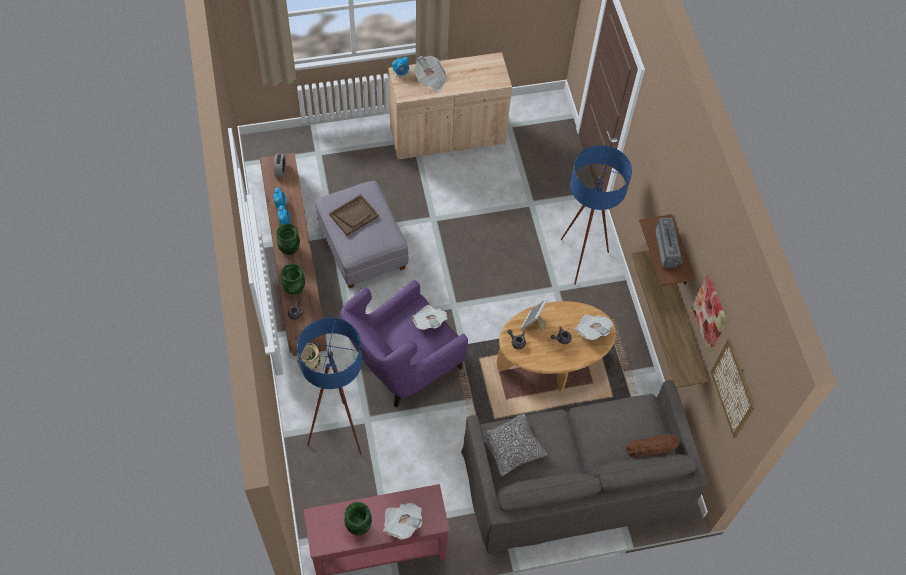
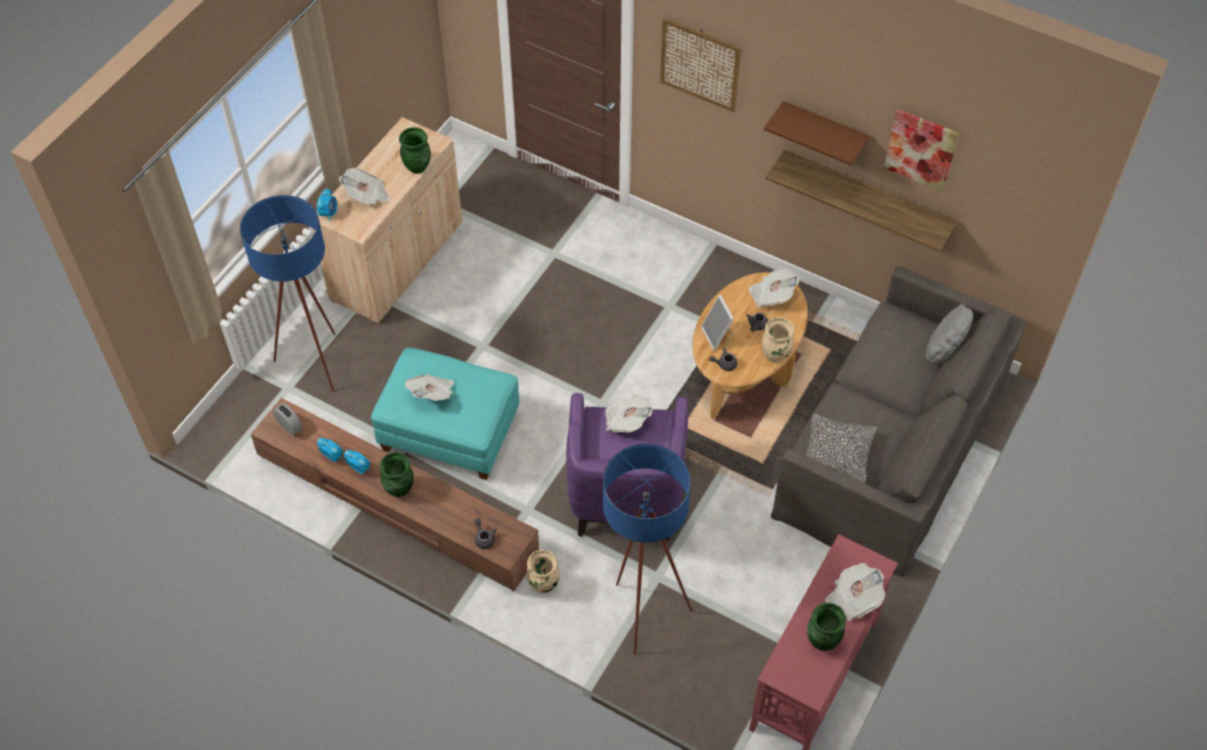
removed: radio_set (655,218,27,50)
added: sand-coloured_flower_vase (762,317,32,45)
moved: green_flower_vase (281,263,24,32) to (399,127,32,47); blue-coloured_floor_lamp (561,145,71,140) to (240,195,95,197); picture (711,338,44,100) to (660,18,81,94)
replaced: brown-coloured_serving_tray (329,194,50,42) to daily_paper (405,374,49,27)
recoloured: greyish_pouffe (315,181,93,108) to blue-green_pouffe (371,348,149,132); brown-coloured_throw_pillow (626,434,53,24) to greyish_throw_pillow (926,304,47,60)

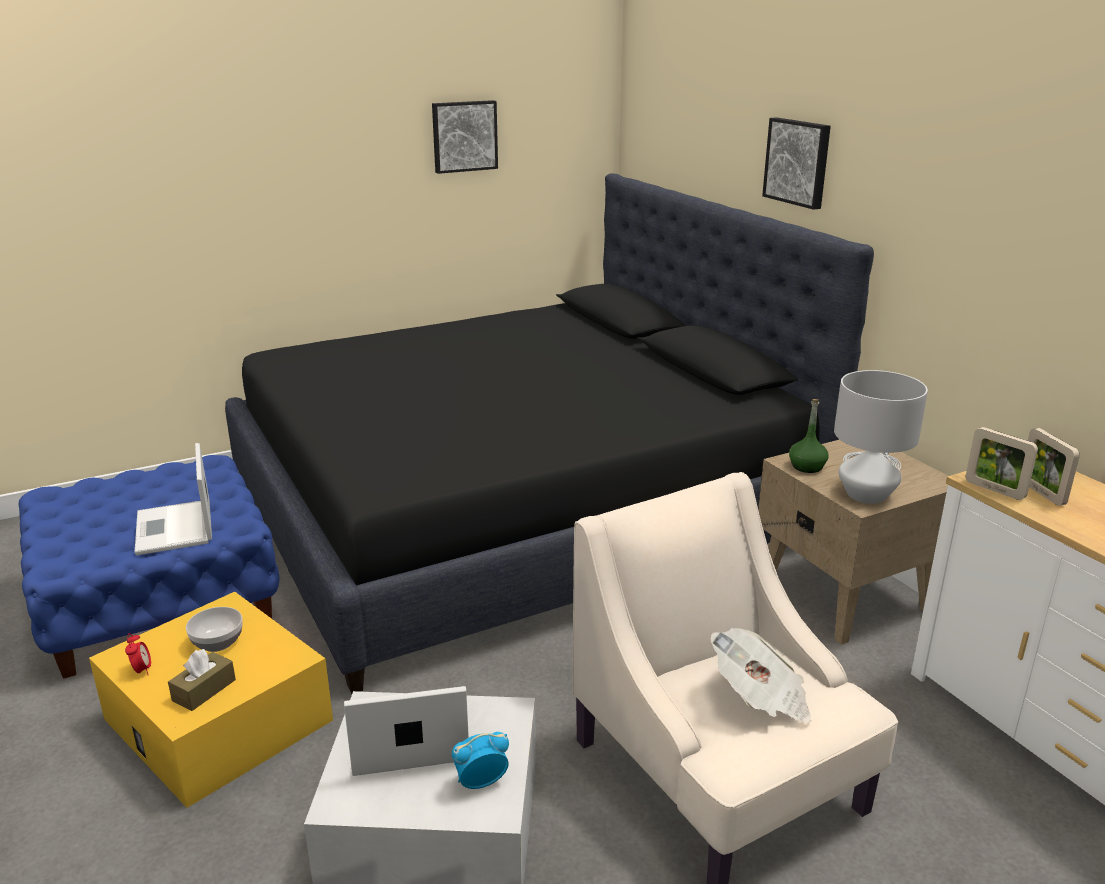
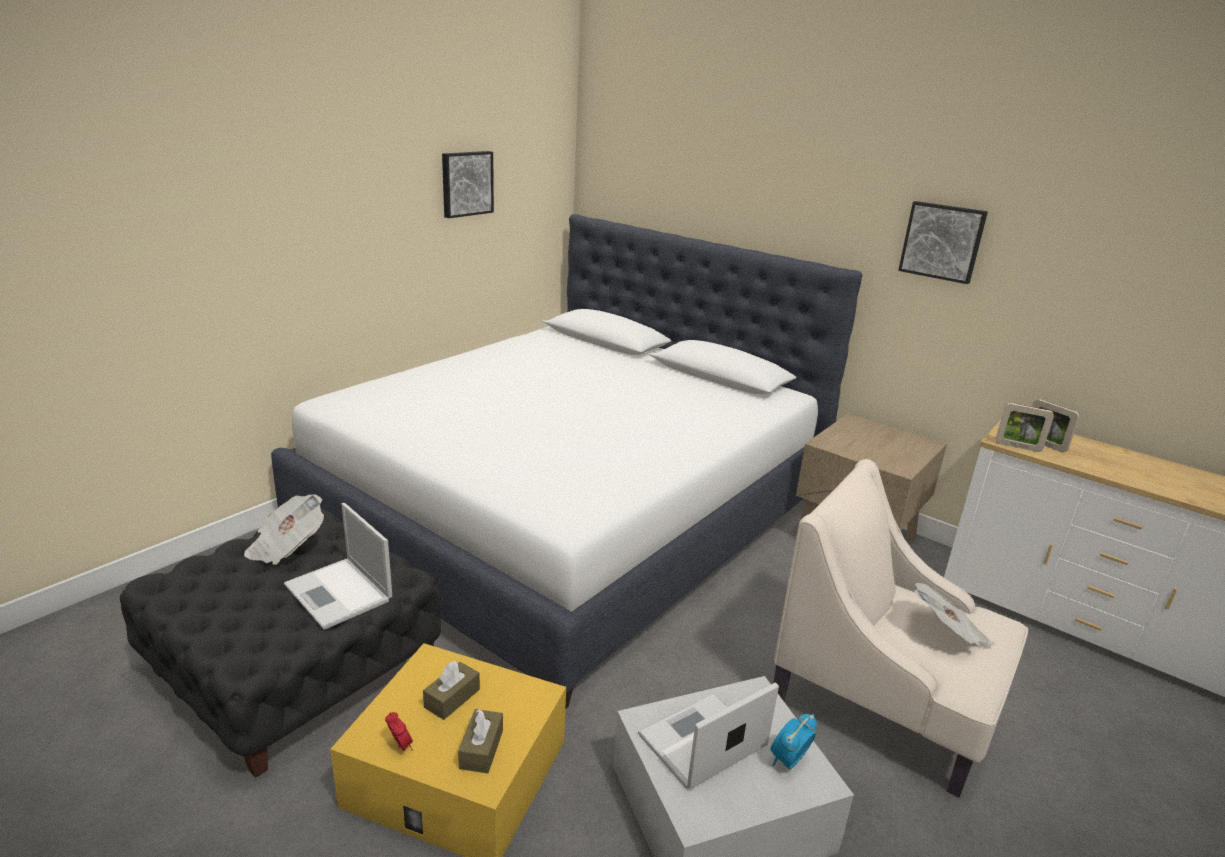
removed: green_beverage_bottle (789,399,40,74); white-coloured_tabletop_lamp (834,370,94,134)
added: daily_paper (244,494,80,71)
moved: picture (762,117,69,93) to (898,201,90,83)
replaced: serving_bowl (186,607,57,45) to brown-coloured_tissue_box (423,661,57,59)
recoloured: blue-coloured_pouffe (19,455,260,224) to black-coloured_pouffe (120,509,322,269); black-coloured_bed (225,173,649,521) to white-coloured_bed (271,214,592,495)

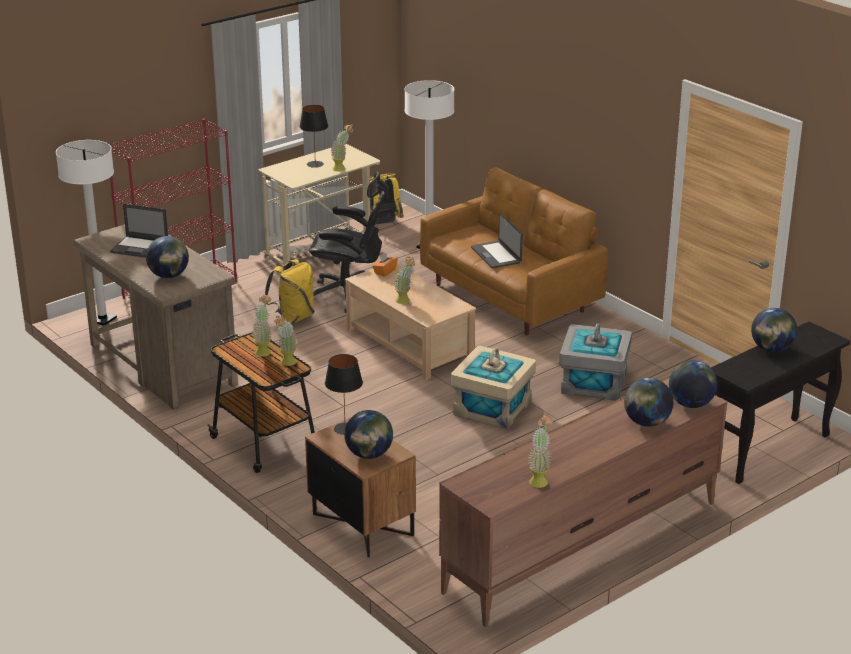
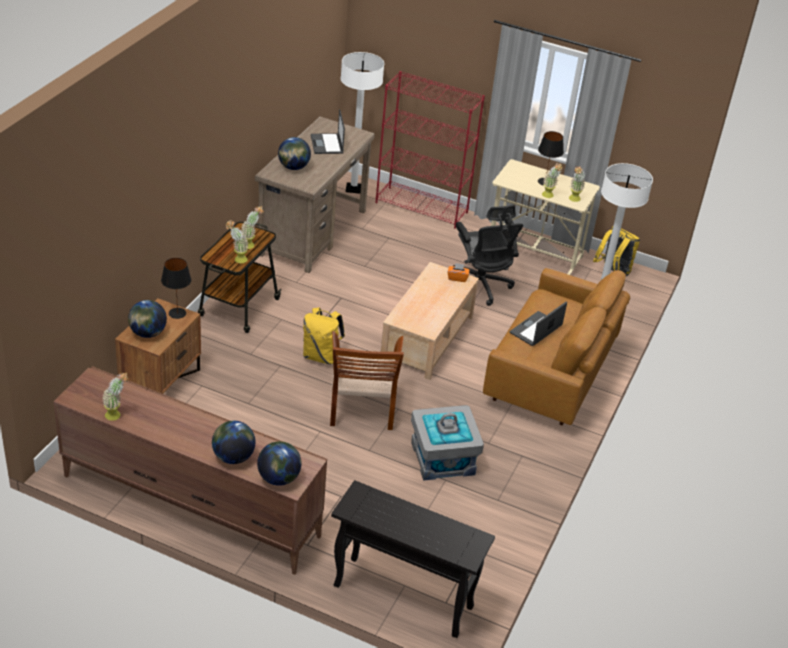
removed: world_globe (751,308,46,44)
moved: yellow_backpack (265,260,50,64) to (303,308,42,56); houseplant (393,257,22,47) to (569,166,16,36)
replaced: sand-coloured_storage_container (451,346,85,83) to brown-coloured_lounge_chair (330,331,74,99)

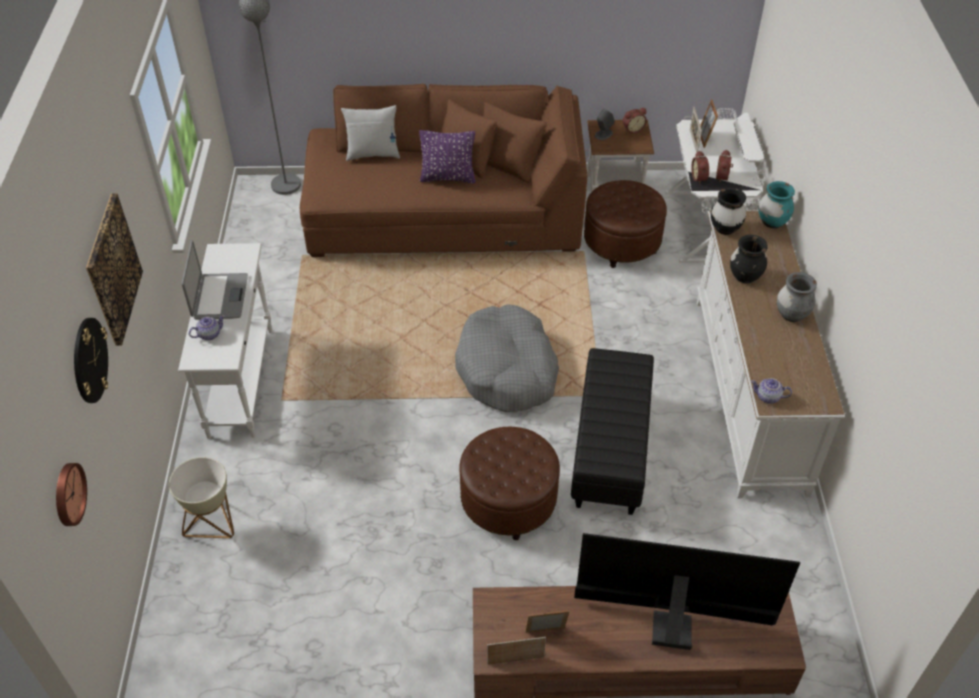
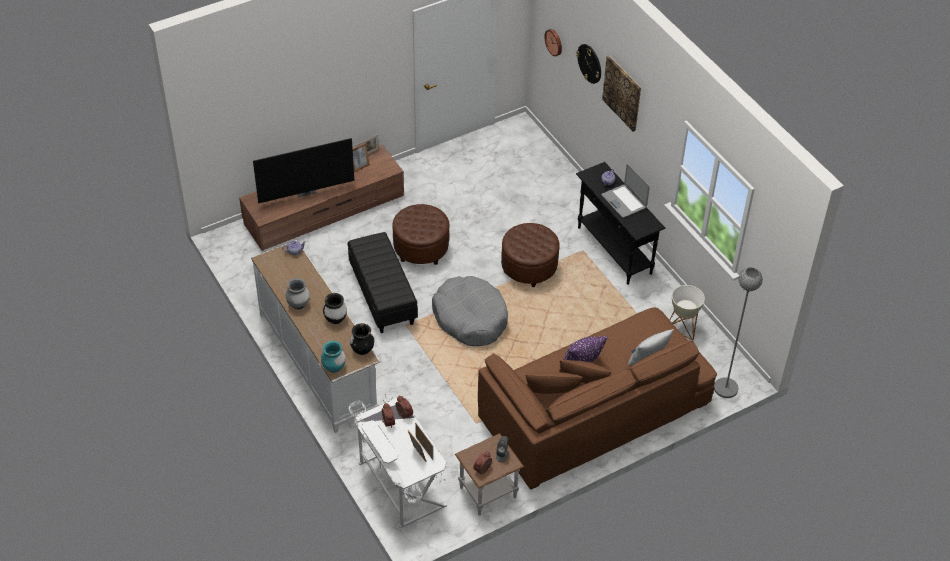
moved: plant_pot (169,457,65,81) to (669,285,36,55); brown-coloured_pouffe (584,180,83,88) to (501,223,59,64)
recoloured: white-coloured_hall_table (178,243,94,196) to black-coloured_hall_table (576,162,89,123)

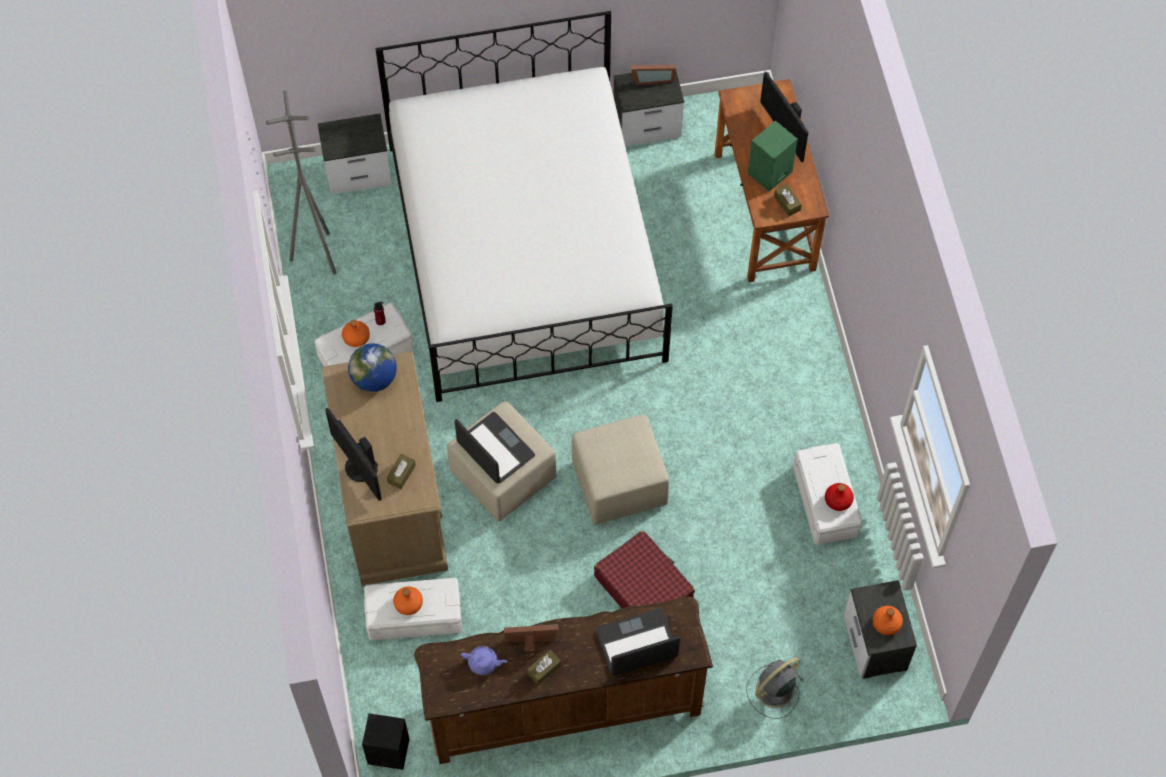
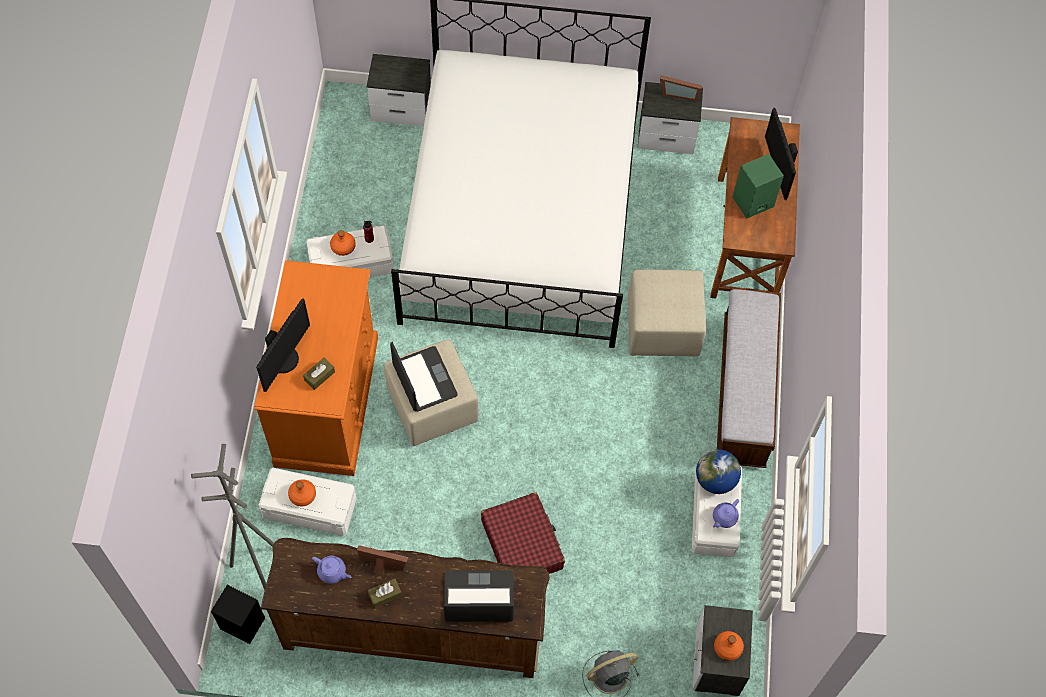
removed: brown-coloured_tissue_box (774,184,28,32)
added: long_seat (717,288,64,180)
moved: greyish_garment_rack (266,91,70,184) to (191,444,83,146); world_globe (348,343,49,49) to (696,449,45,45); sand-coloured_pouffe (572,414,97,111) to (628,269,78,88)
replaced: reddish_beverage_bottle (825,483,29,28) to purplish_tea_pot (713,499,26,29)
recoloured: sand-coloured_dresser (322,352,126,234) to orange_dresser (254,260,124,216)
turned: monitor (325,408,57,93) = (256,299,54,93) 135 degrees counterclockwise

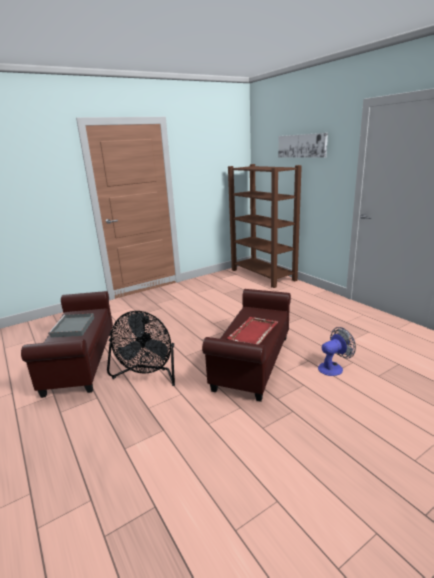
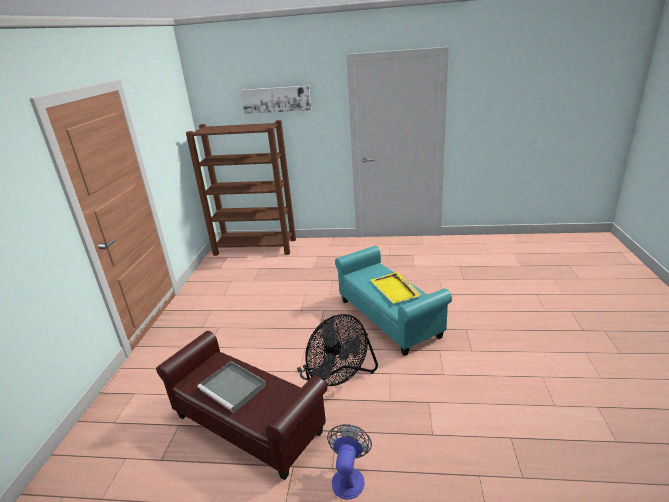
moved: fan (318,327,38,49) to (327,424,45,76)
recoloured: brown-coloured_pouffe (202,289,89,113) to blue-green_pouffe (335,246,117,110); reddish_serving_tray (226,317,53,27) to yellow_serving_tray (371,272,51,32)

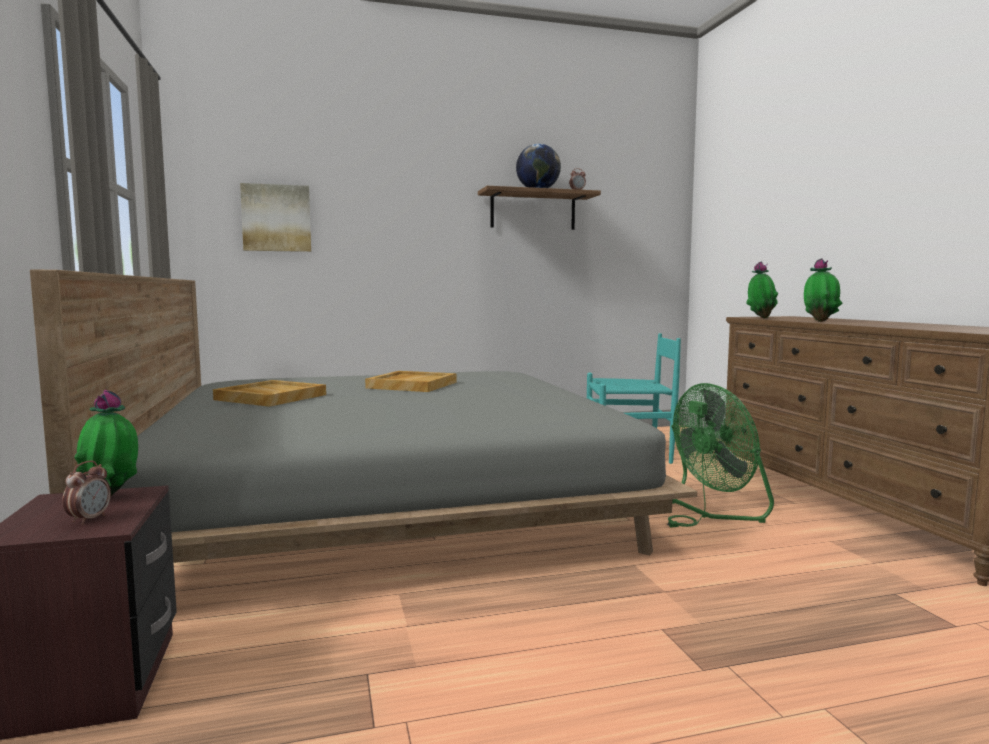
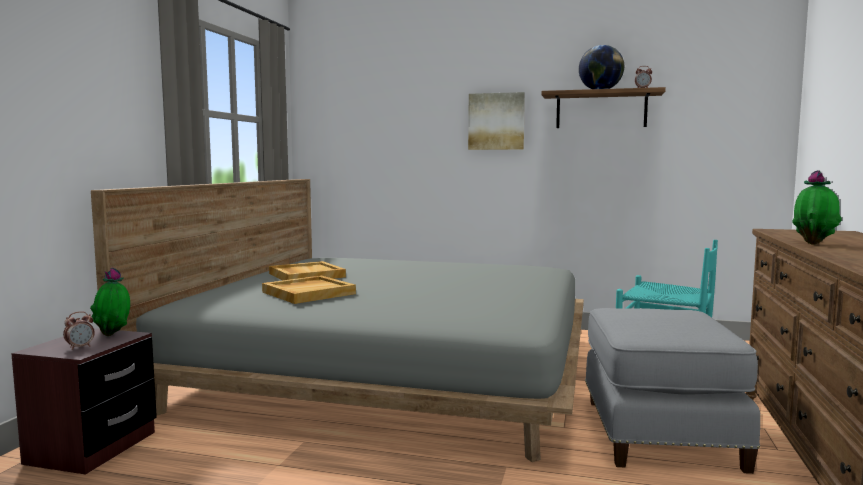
removed: houseplant (746,262,32,57)
moved: picture (240,183,71,69) to (468,92,57,58); sand-coloured_serving_tray (365,371,91,21) to (262,275,94,29)
replaced: green_fan (667,383,107,144) to greyish_pouffe (585,308,175,166)

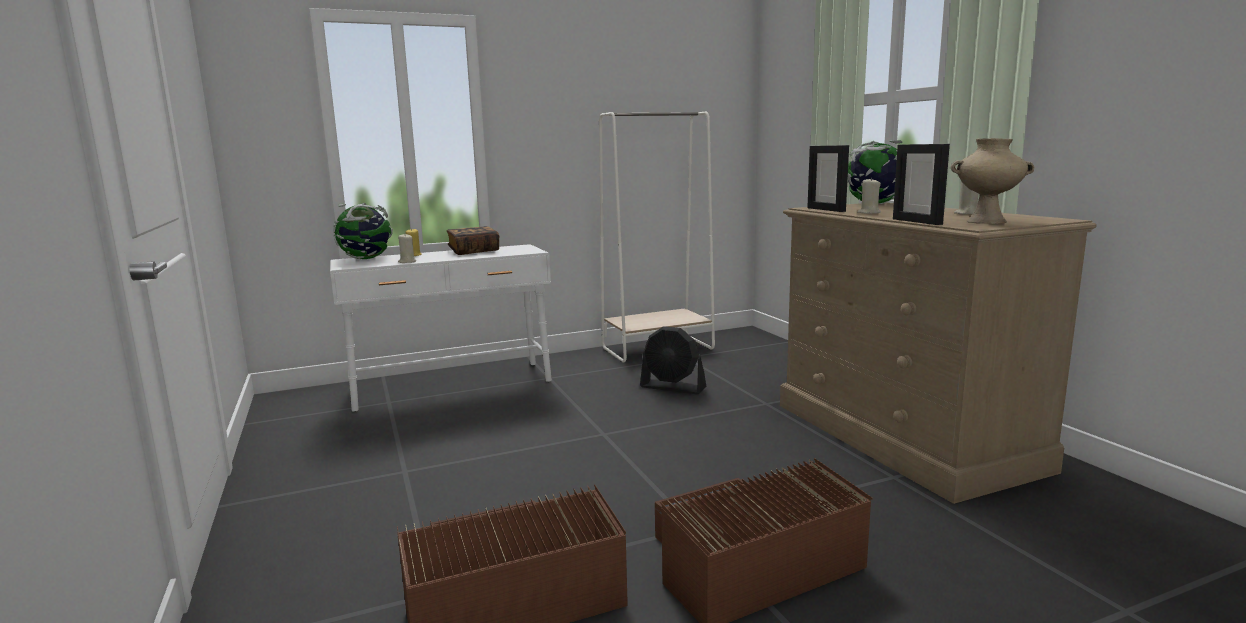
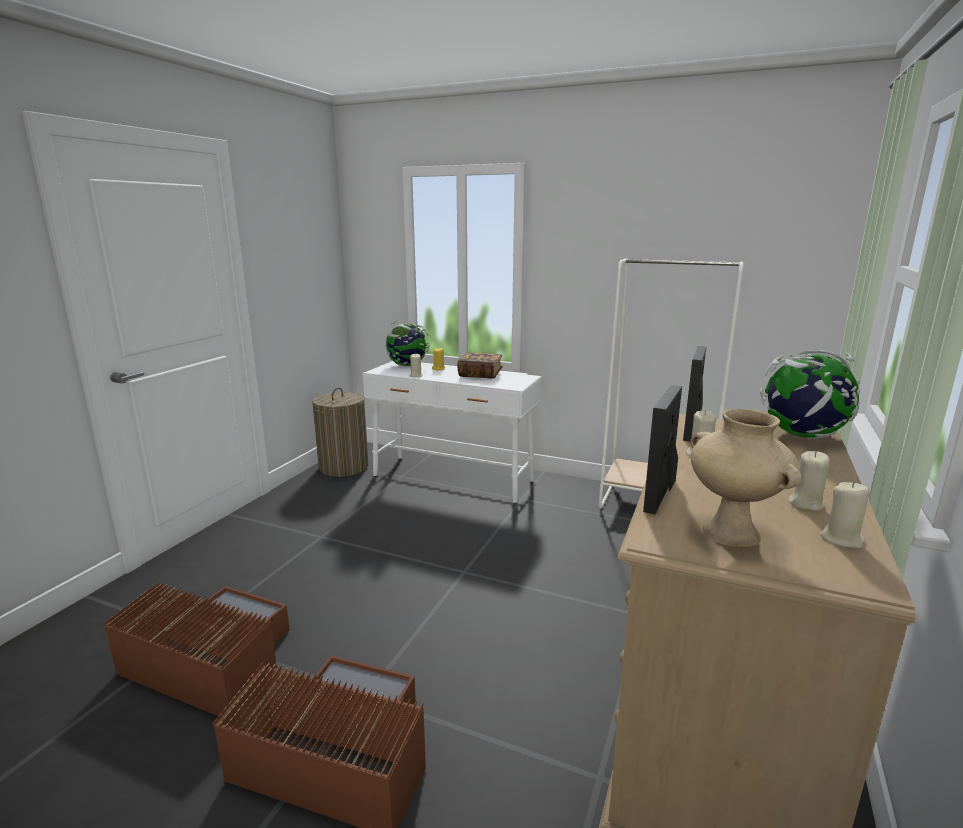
removed: black-coloured_fan (640,326,66,69)
added: hamper (312,387,56,90); sand-coloured_wax_light (820,482,50,66)

